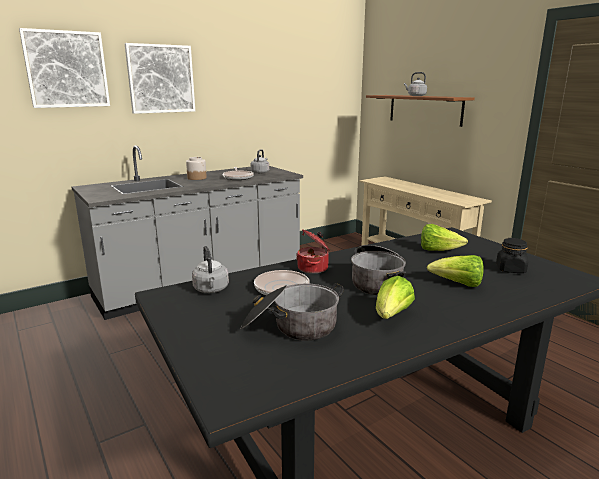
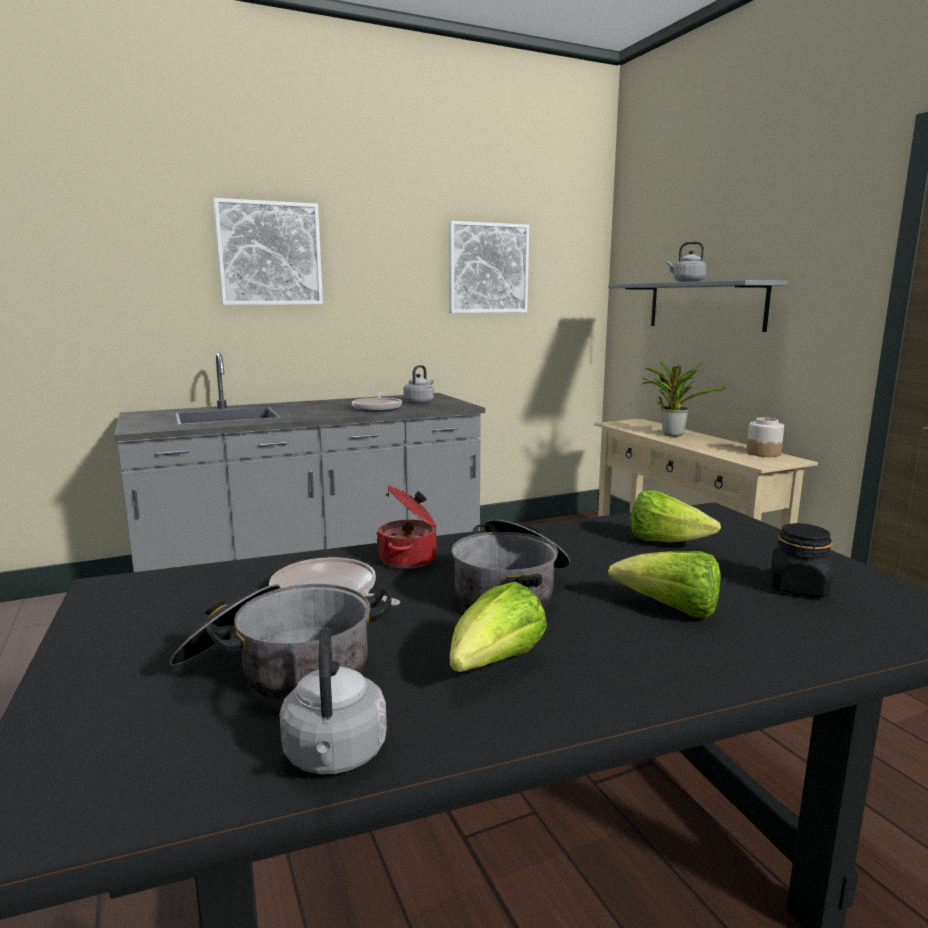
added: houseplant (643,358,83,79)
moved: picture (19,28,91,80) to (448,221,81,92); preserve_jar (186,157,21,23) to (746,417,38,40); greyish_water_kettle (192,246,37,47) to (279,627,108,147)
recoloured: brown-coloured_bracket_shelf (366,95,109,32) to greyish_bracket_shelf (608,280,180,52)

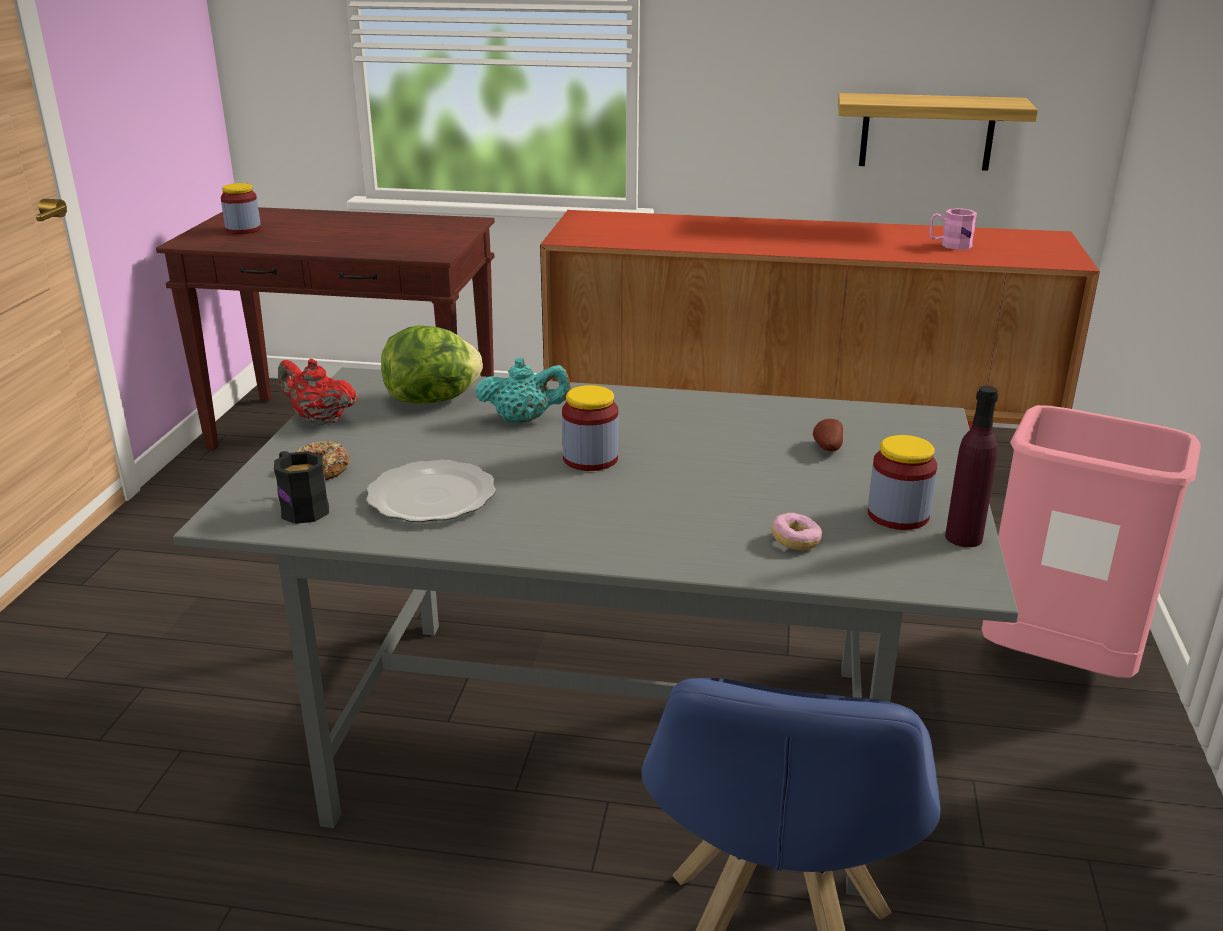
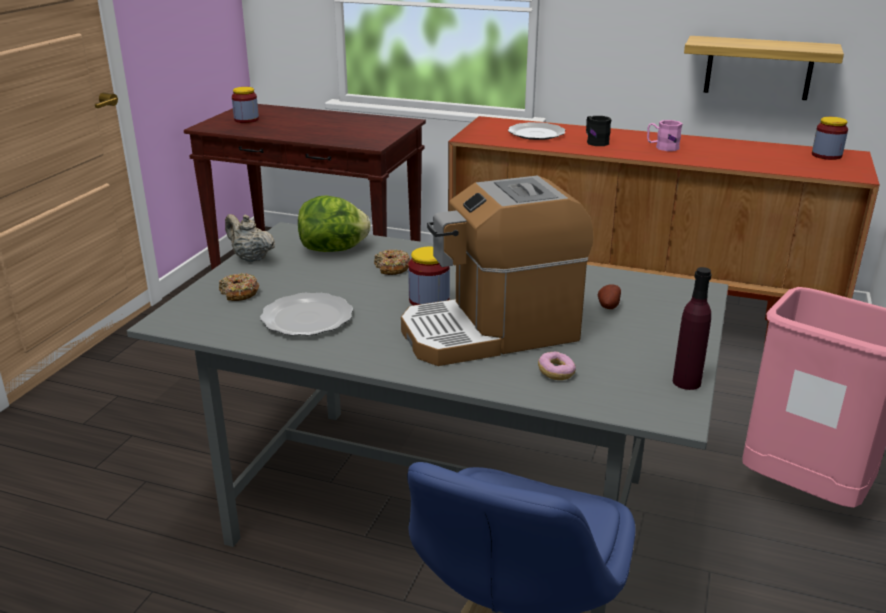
added: coffee_maker (401,175,193,191); dinner_plate (508,122,57,18)
moved: black-coloured_tea_mug (274,451,55,73) to (586,116,26,30); preserve_jar (868,435,69,95) to (812,117,36,43); pink-coloured_tea_mug (930,208,47,42) to (647,120,36,31)
replaced: blue-green_tea_pot (475,357,96,66) to donut (374,249,36,26)
recoloured: reddish_tea_pot (278,358,80,68) to sand-coloured_tea_pot (225,214,50,48)

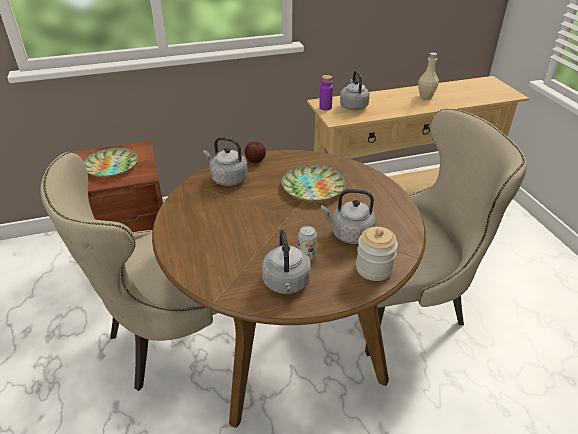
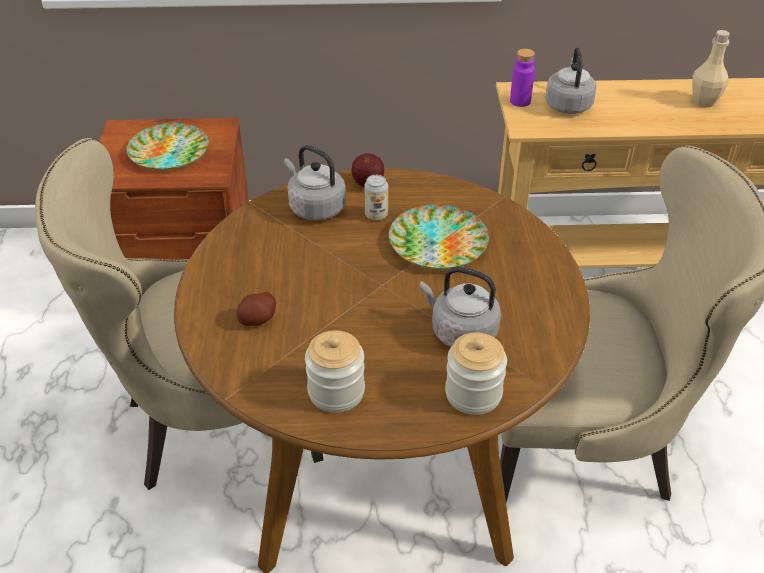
added: spud (237,292,39,34)
moved: can (298,226,19,35) to (364,175,24,46)
replaced: greyish_water_kettle (262,229,49,65) to preserve_jar (305,330,60,83)

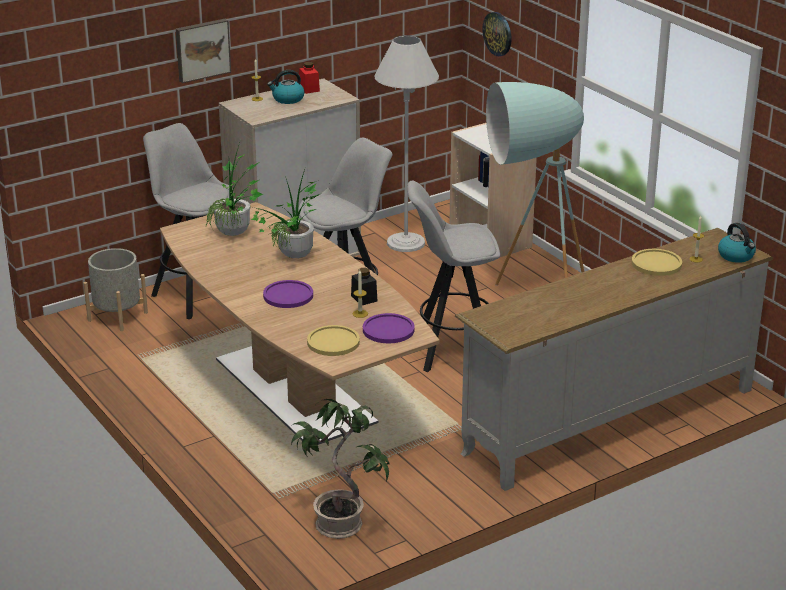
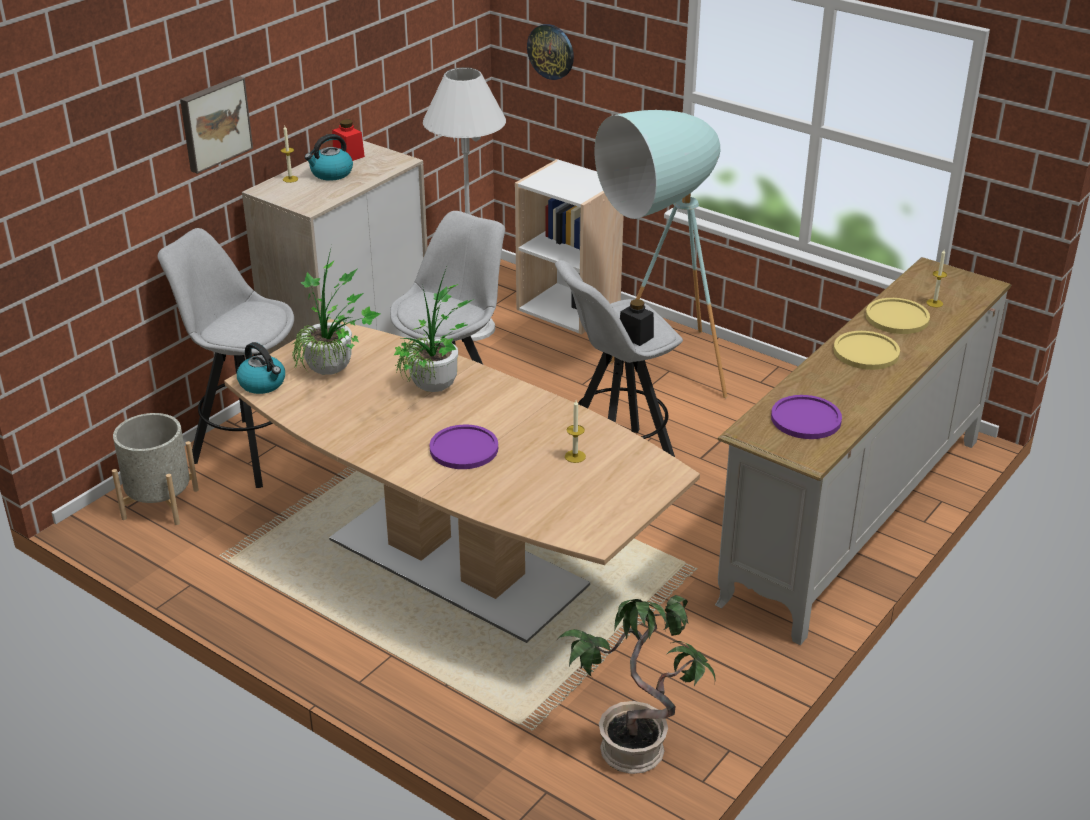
moved: yellow_dinner_plate (307,325,53,31) to (833,331,67,39); black-coloured_preserve_jar (351,268,27,37) to (620,299,34,47); purplish_dinner_plate (363,313,52,30) to (771,395,71,44); water_kettle (718,223,38,40) to (237,342,48,52)

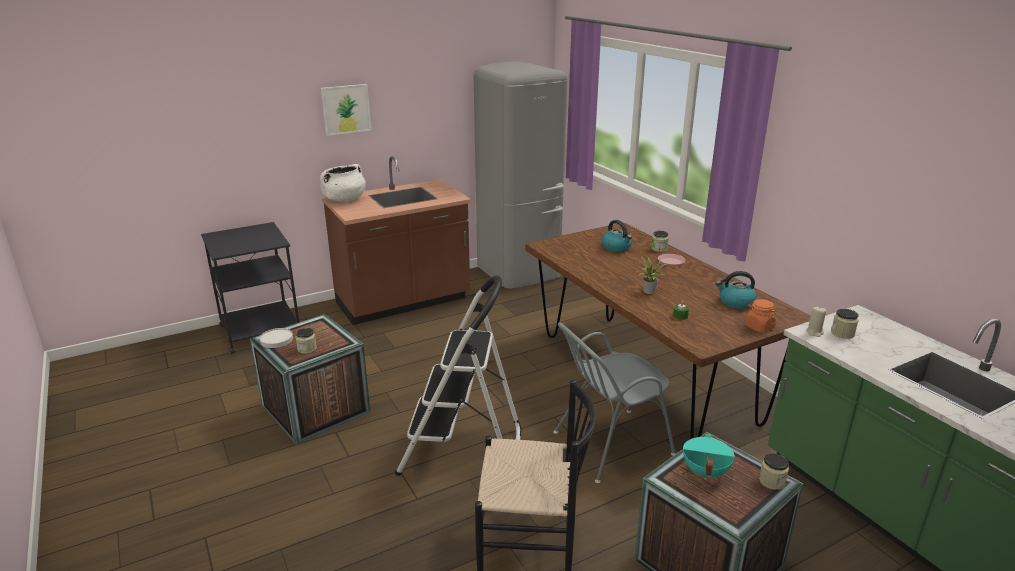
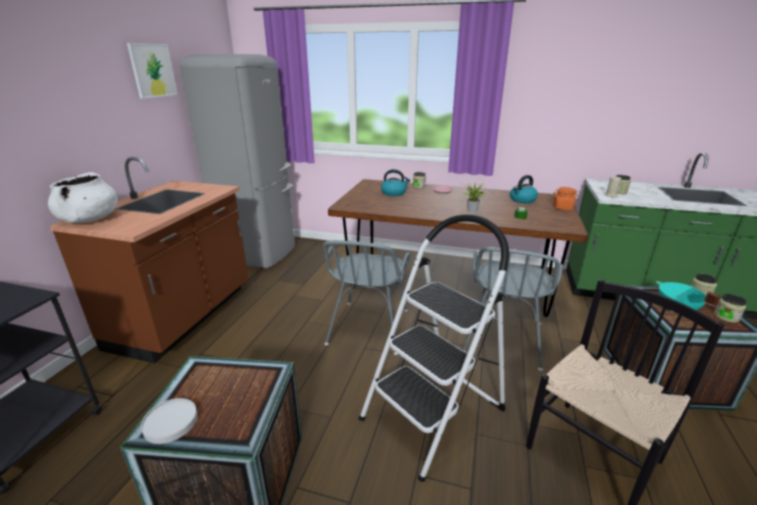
added: greyish_upright_chair (323,240,87,115)
moved: preserve_jar (296,328,21,26) to (714,294,33,29); picture (321,84,50,52) to (127,43,51,56)

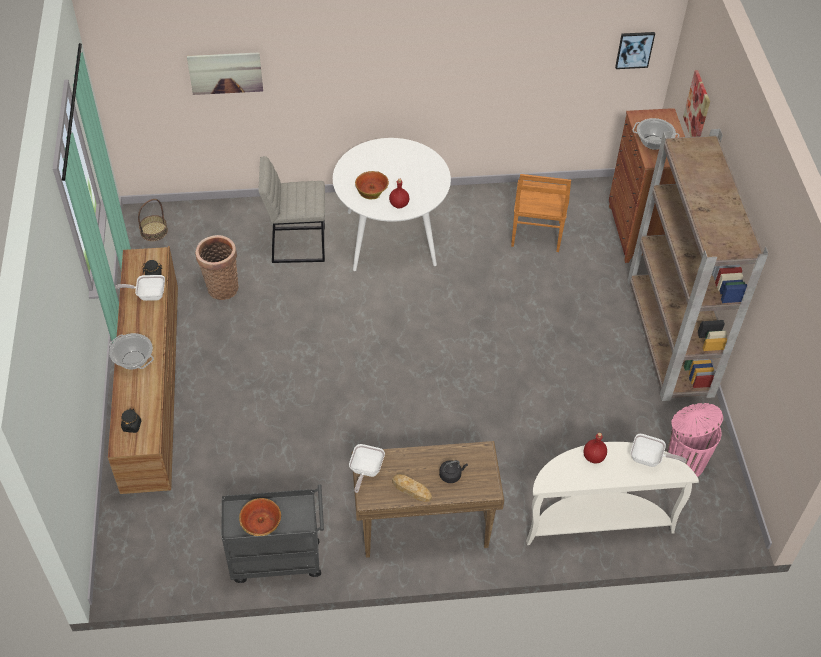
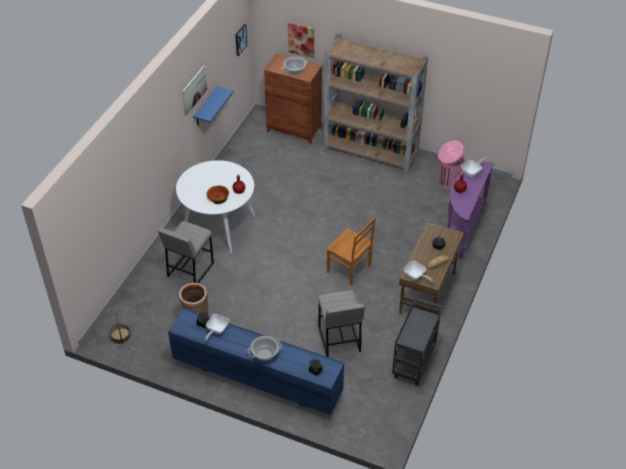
removed: serving_bowl (239,498,42,38)
added: blue-coloured_bracket_shelf (193,86,41,40); greyish_upright_chair (318,290,47,67)
moved: picture (187,52,76,43) to (182,66,25,49); brown-coloured_upright_chair (511,174,60,78) to (326,217,50,69)
recoloured: brown-coloured_storage_cabinet (108,246,70,248) to blue-coloured_storage_cabinet (168,308,176,107); white-coloured_hall_table (526,442,173,103) to purplish_hall_table (447,162,47,97)

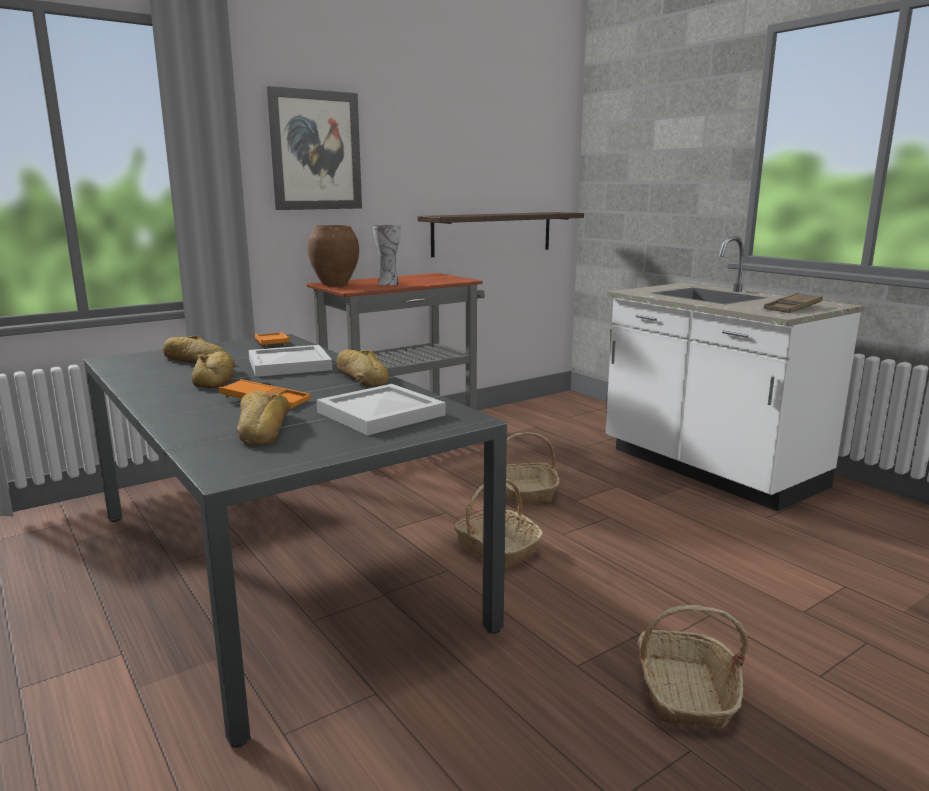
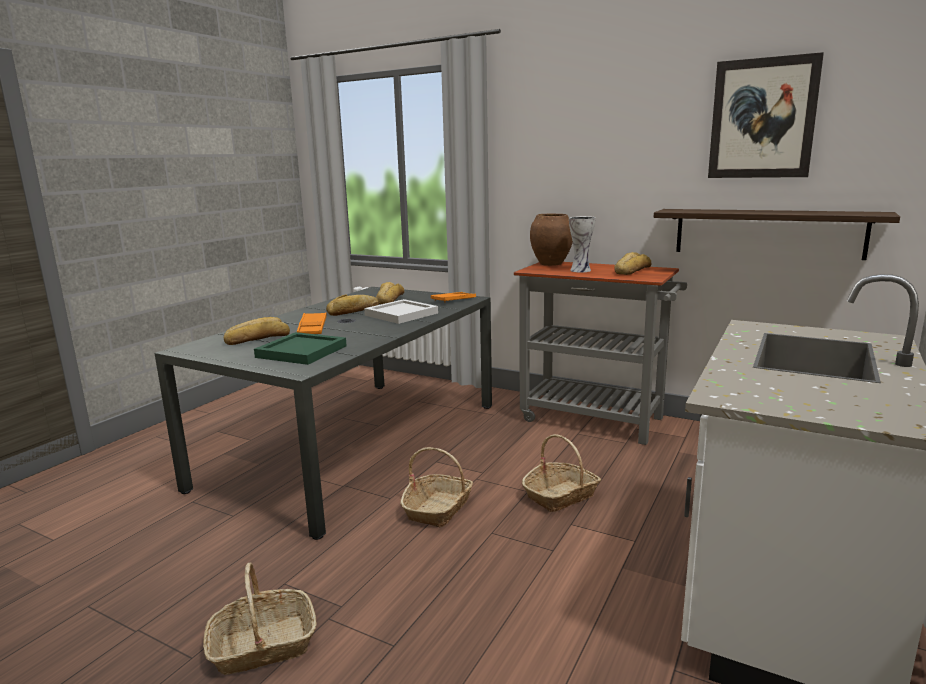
removed: brown-coloured_serving_tray (764,293,59,20)
moved: picture (267,86,95,124) to (708,52,116,126); bakery_bread (336,349,53,38) to (614,252,37,23)
recoloured: white-coloured_serving_tray (316,384,130,51) to green_serving_tray (254,332,93,33)

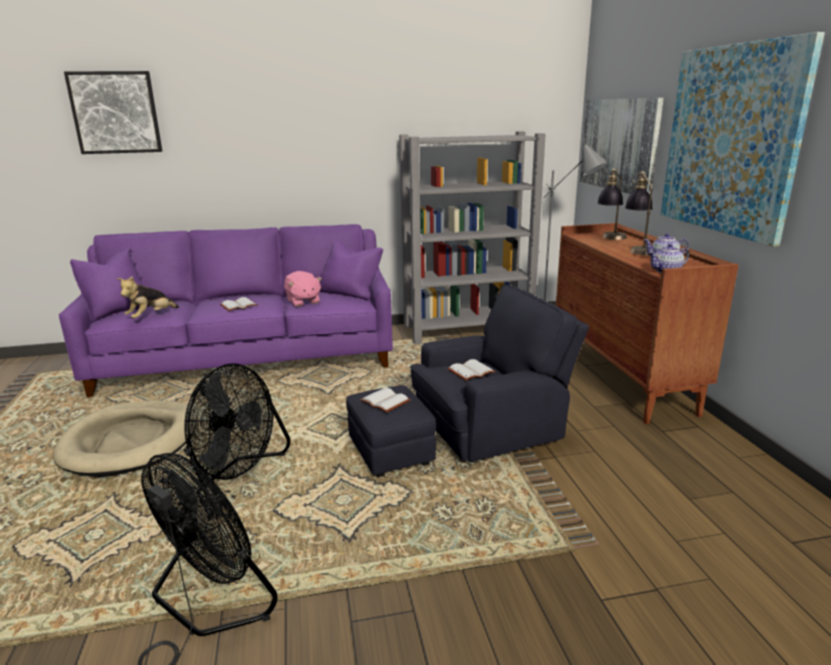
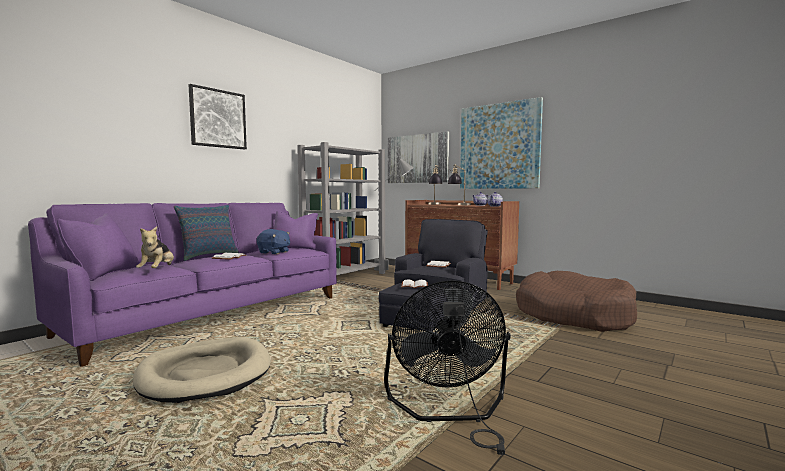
removed: black-coloured_fan (159,363,131,156)
added: blue-coloured_throw_pillow (174,205,65,56); brown-coloured_pet_bed (516,271,121,61)
moved: picture (64,71,98,83) to (189,84,58,66)
recoloured: pink-coloured_cuddly_toy (284,271,38,36) to blue-coloured_cuddly_toy (257,229,33,25)

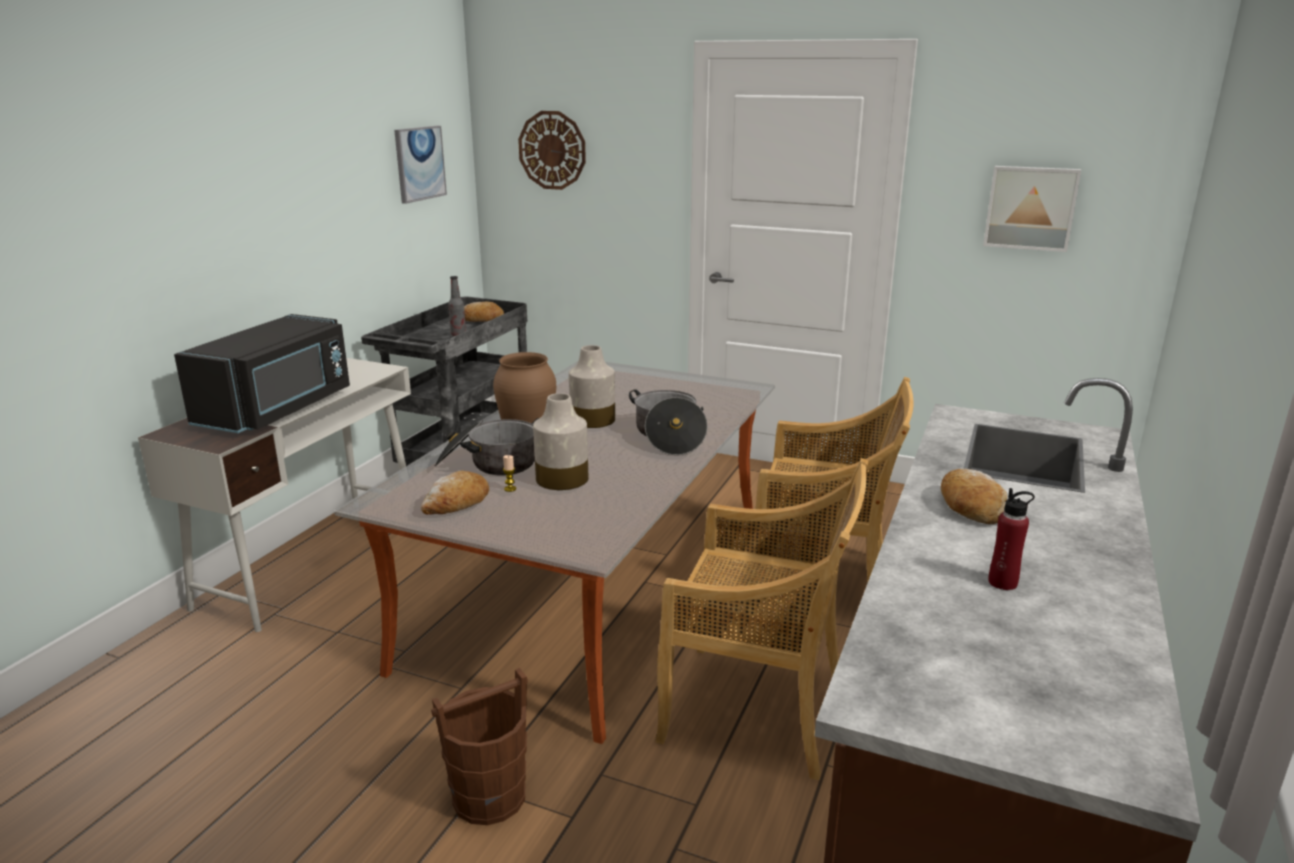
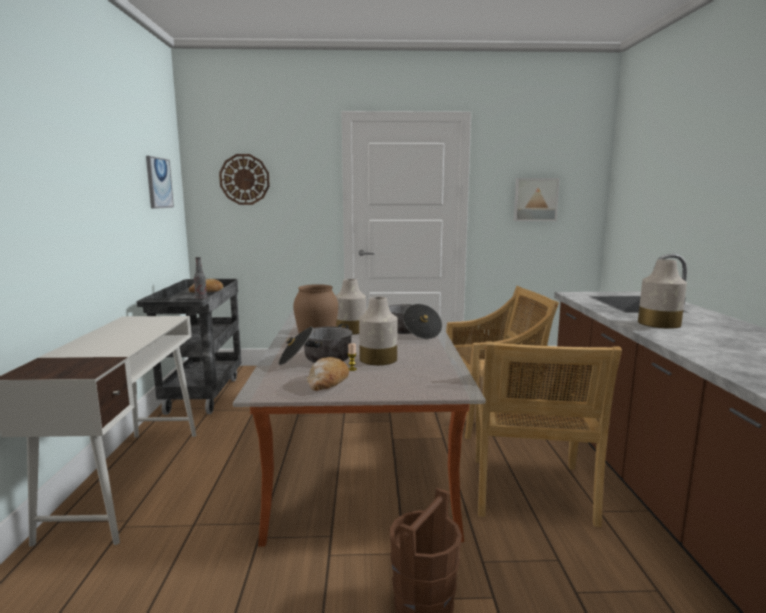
removed: black-coloured_microwave (174,314,176,119); reddish_beverage_bottle (988,488,47,102)
replaced: bakery_bread (941,469,66,55) to sand-coloured_flower_vase (638,259,49,70)
turned: sand-coloured_upright_chair (656,458,212,322) = (476,341,146,186) 105 degrees clockwise

